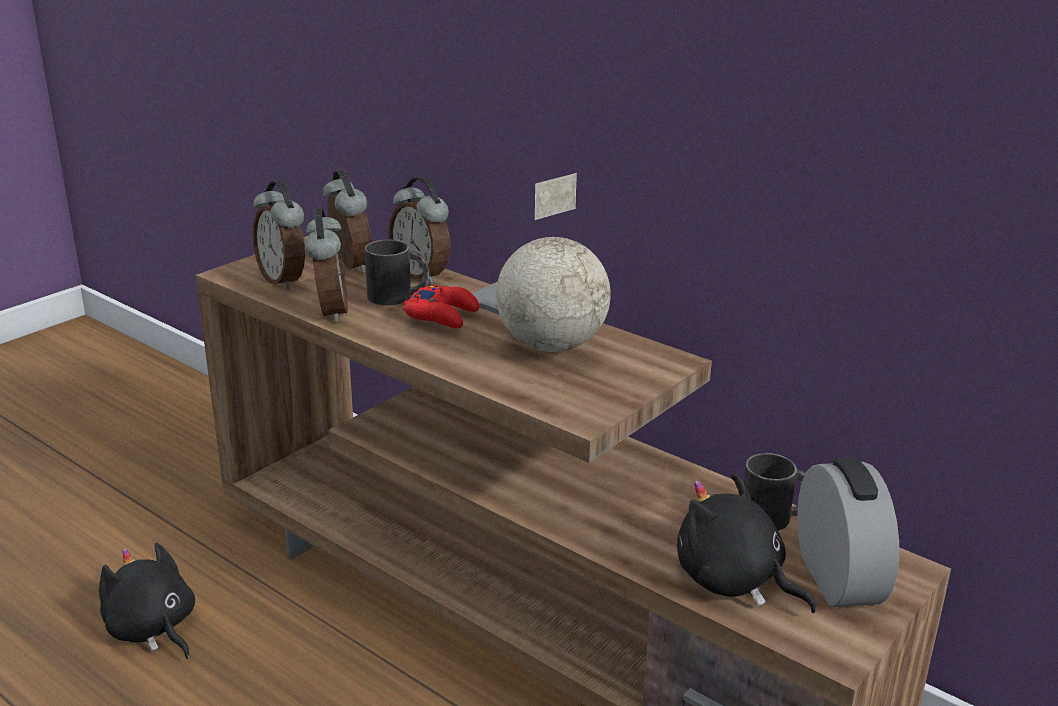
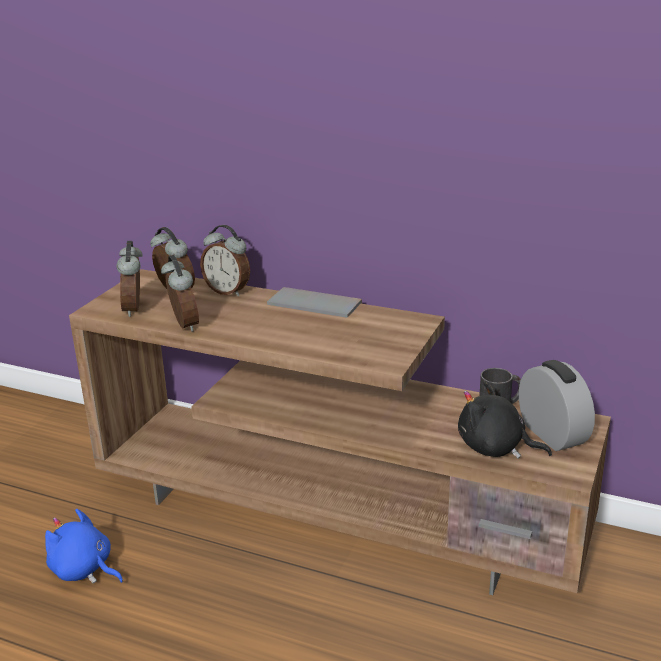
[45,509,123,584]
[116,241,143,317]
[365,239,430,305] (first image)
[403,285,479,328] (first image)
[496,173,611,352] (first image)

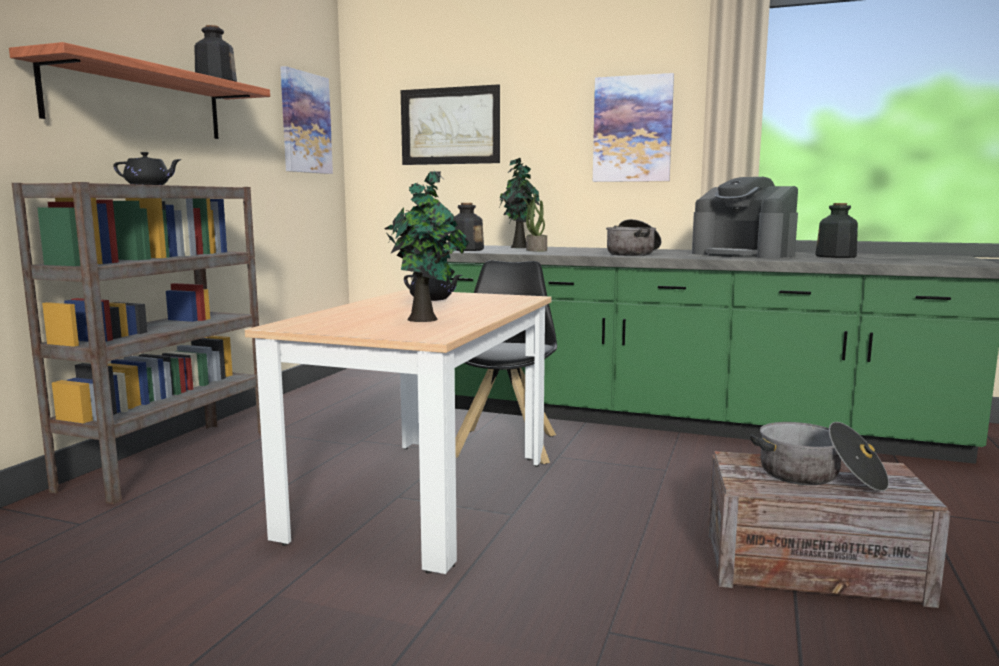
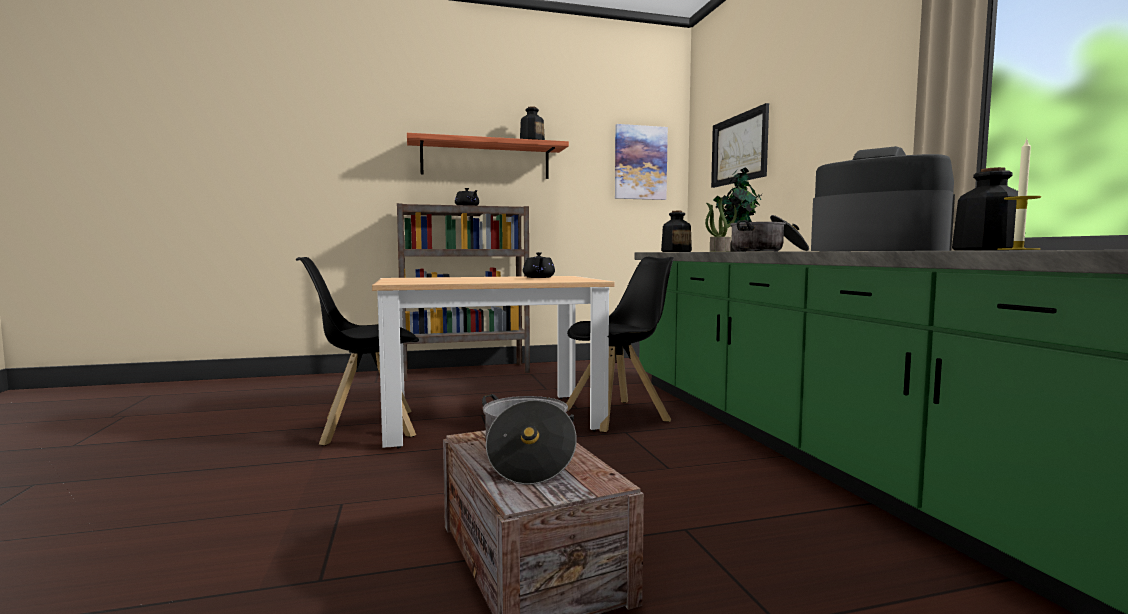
[384,170,469,322] (first image)
[593,73,674,182] (first image)
[811,146,955,251]
[296,257,419,446]
[997,140,1041,250]

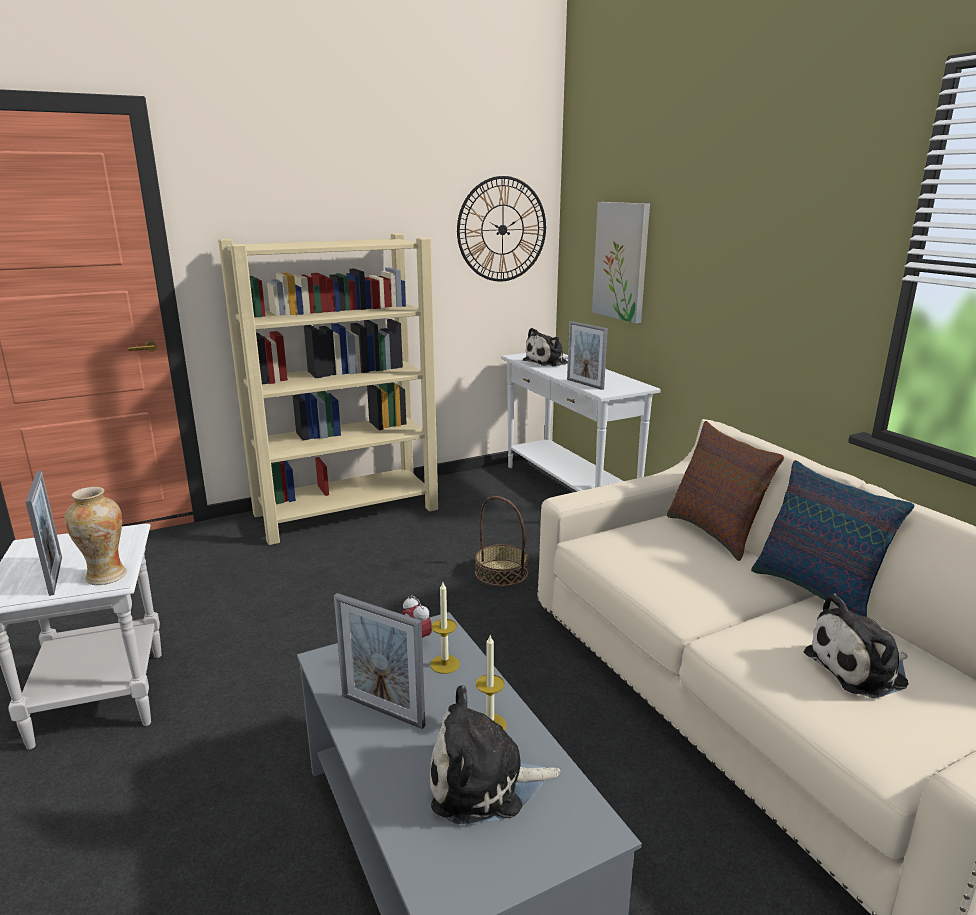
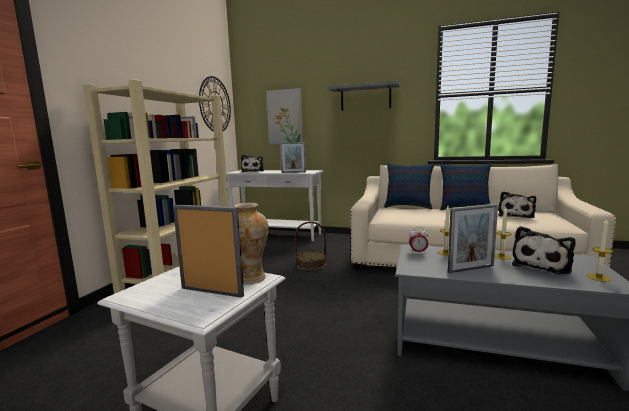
[384,163,434,209]
[328,80,400,111]
[587,219,613,282]

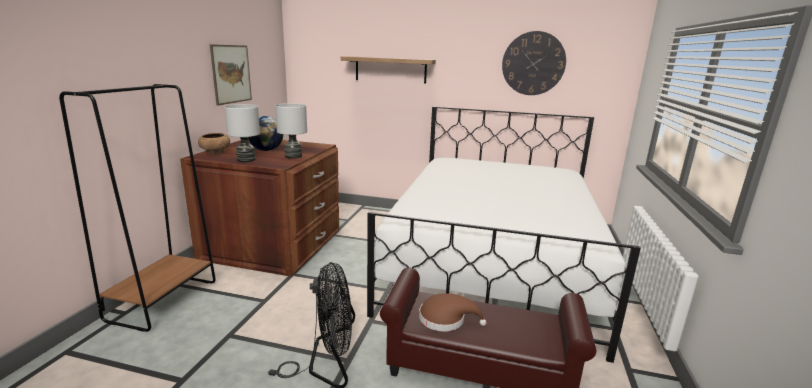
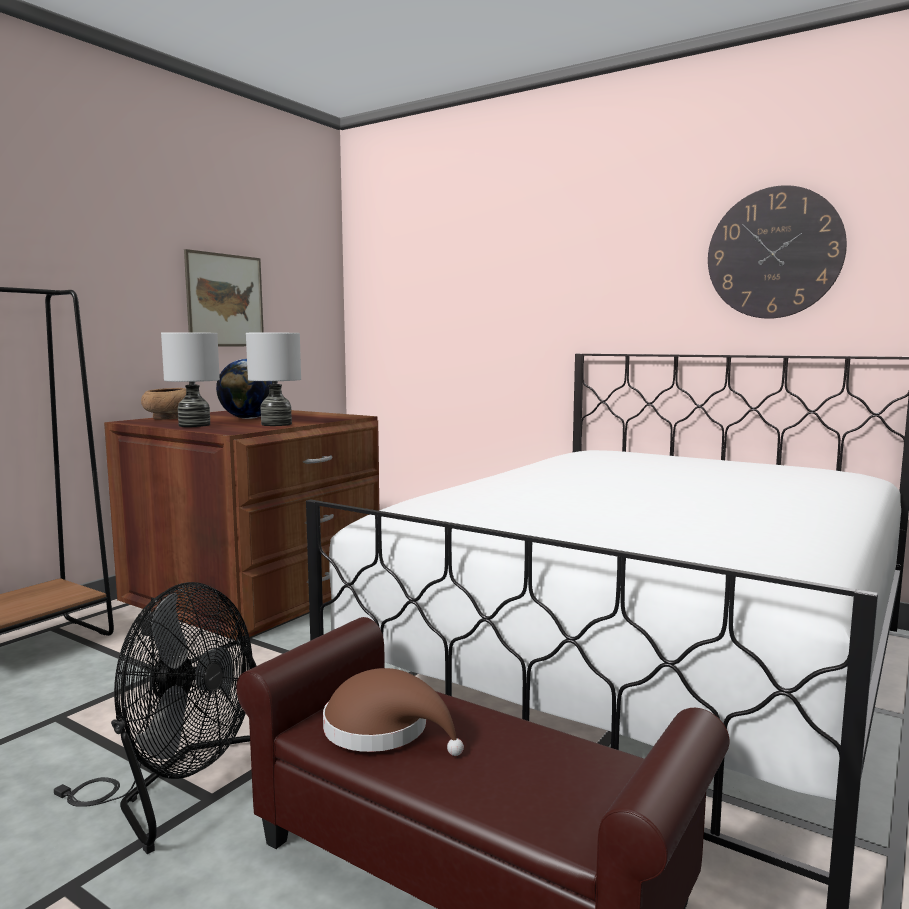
[341,56,436,84] (first image)

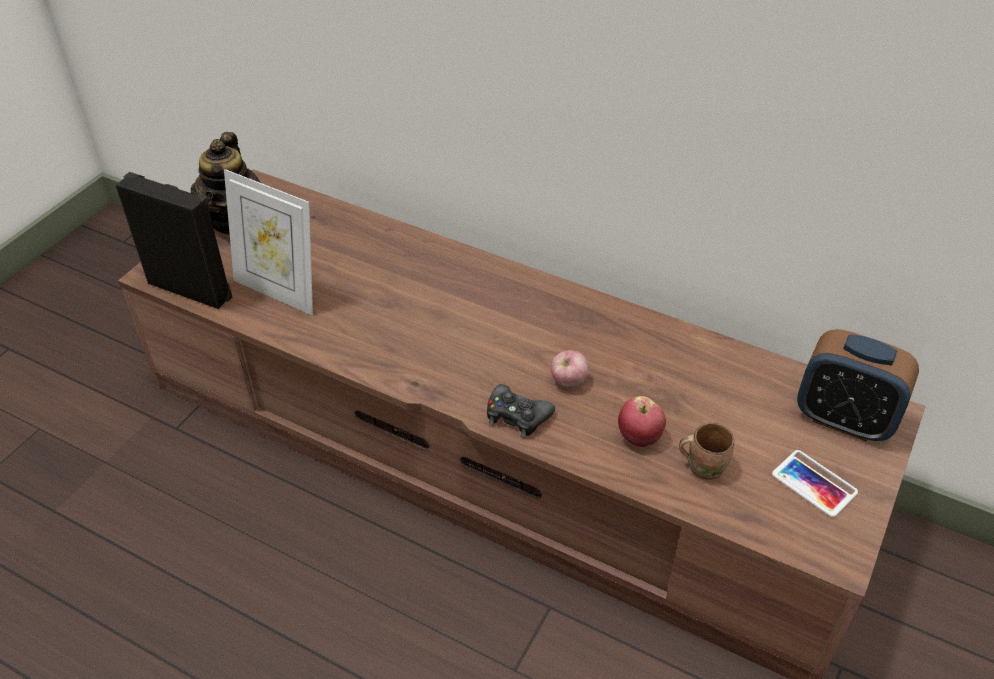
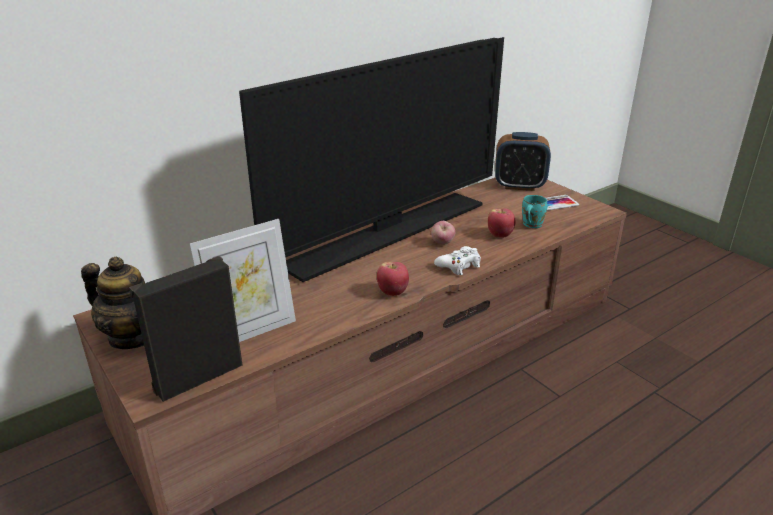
[434,246,481,275]
[522,195,547,228]
[495,132,551,191]
[239,37,504,282]
[377,262,409,296]

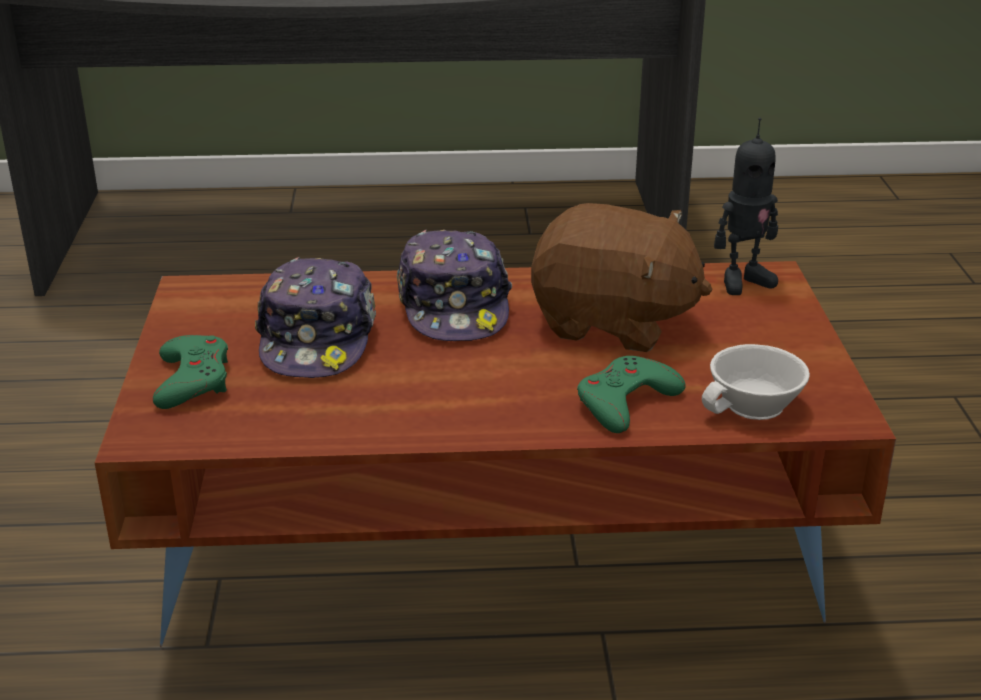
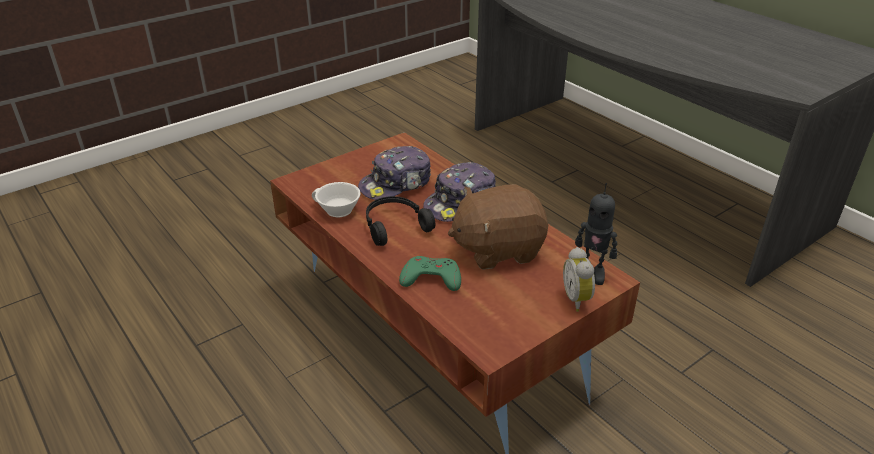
[153,335,228,409] (first image)
[448,184,548,270]
[312,182,360,217]
[366,196,435,246]
[563,247,595,312]

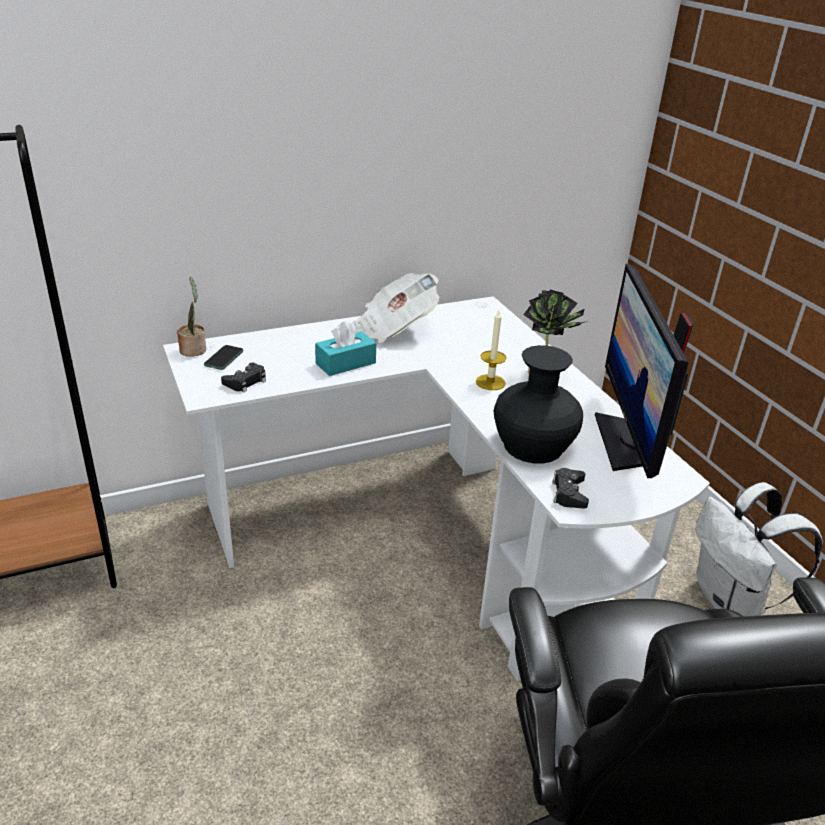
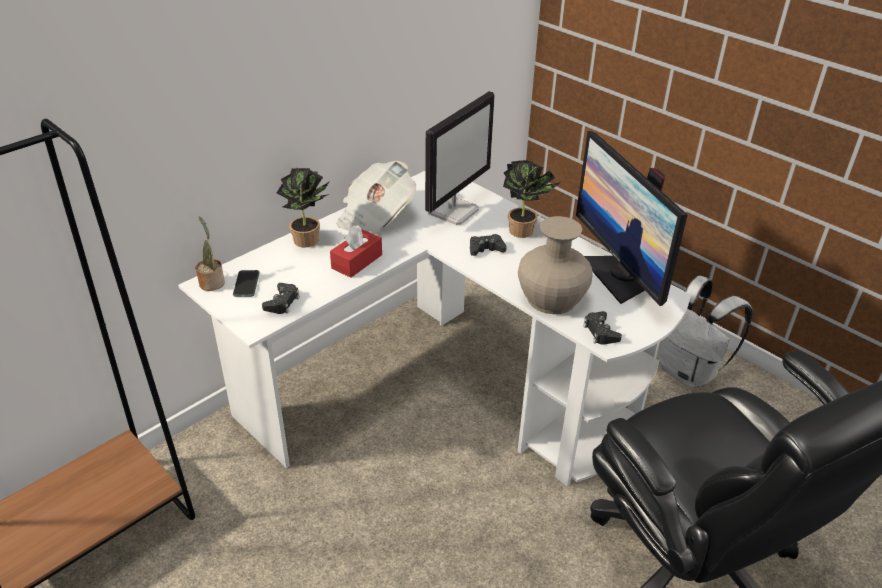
[330,225,382,278]
[470,234,507,256]
[518,216,593,314]
[277,168,329,247]
[425,91,495,225]

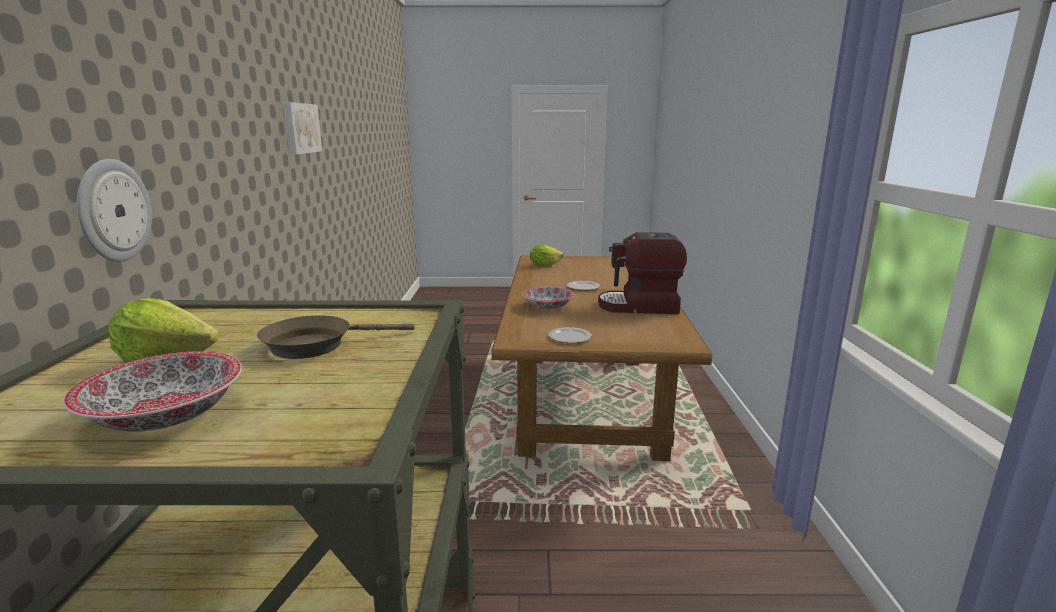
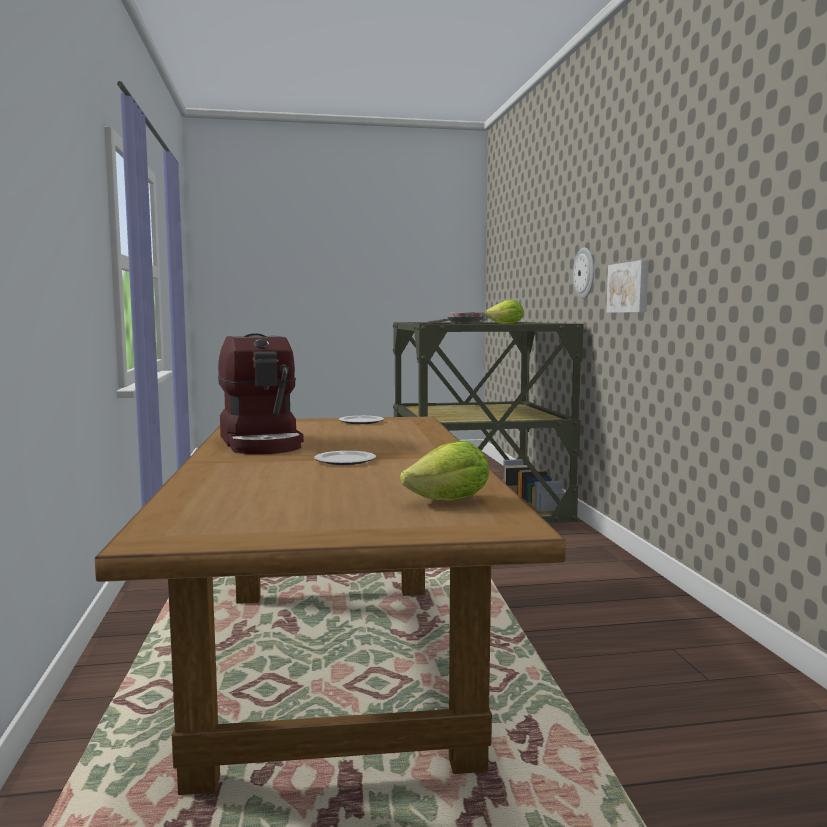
[606,260,649,313]
[522,287,574,309] (first image)
[218,333,304,454]

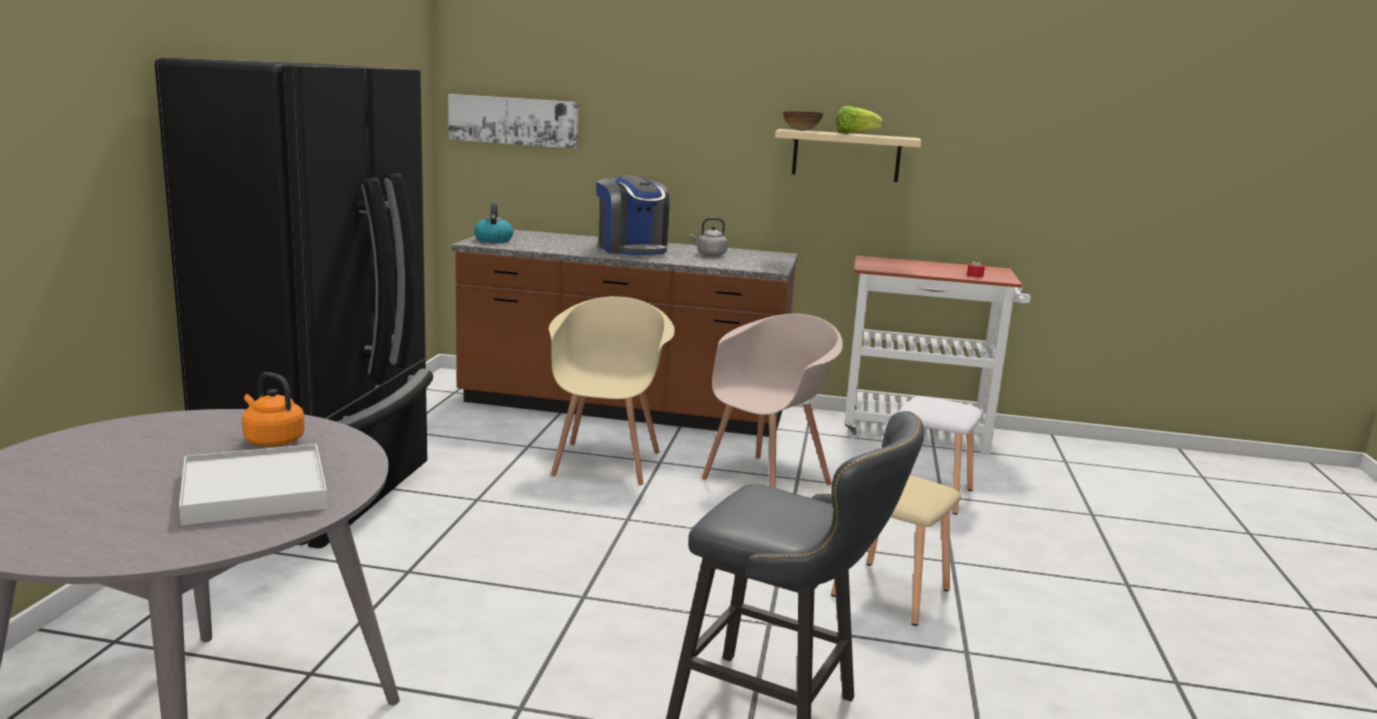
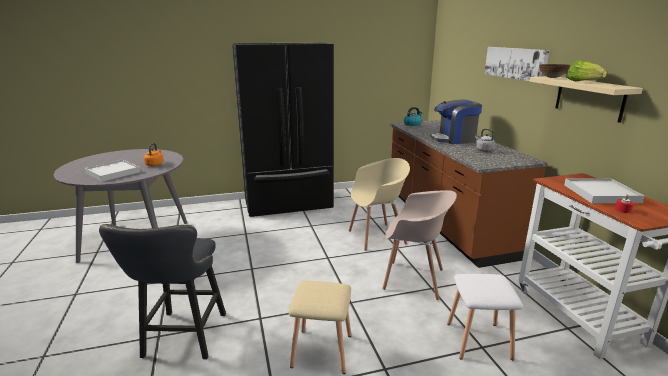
[484,47,549,81]
[430,99,482,144]
[564,178,645,203]

